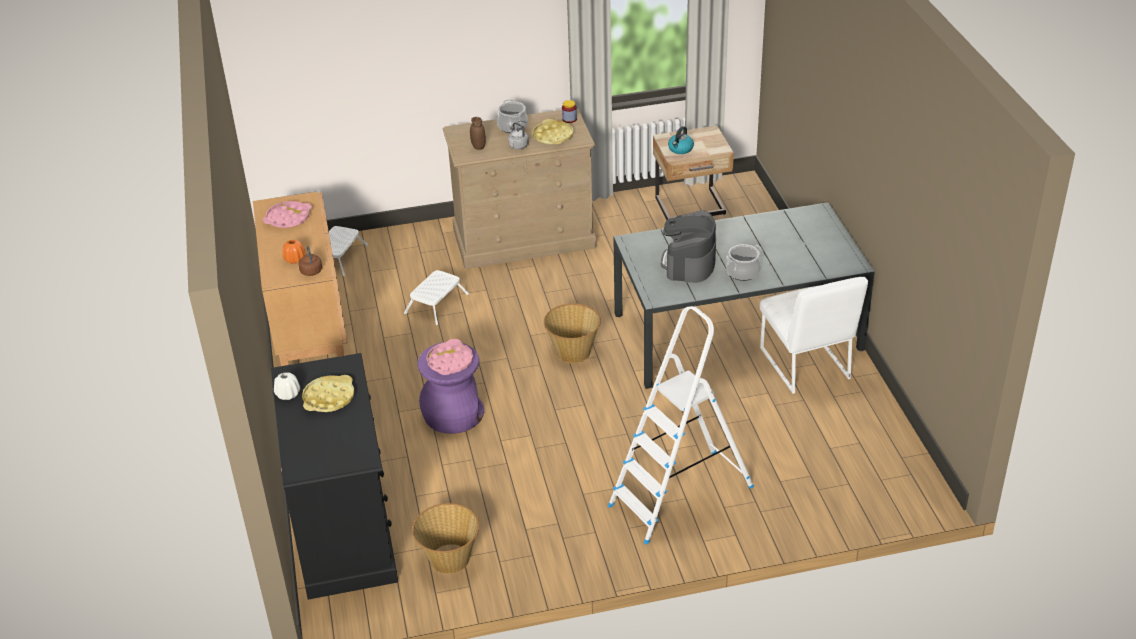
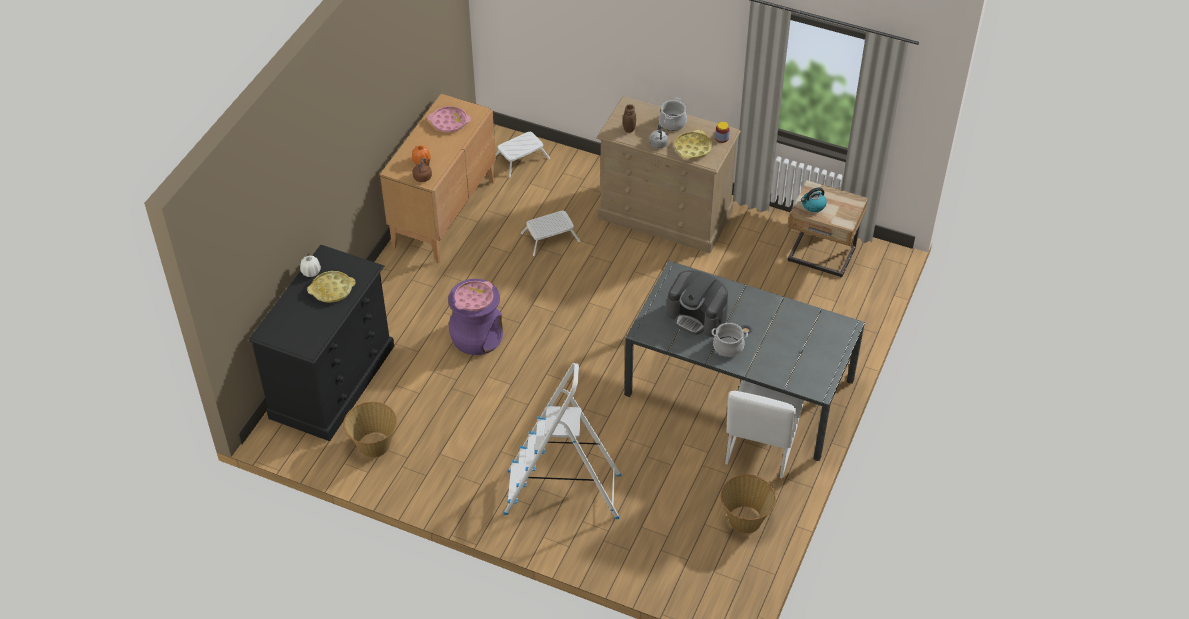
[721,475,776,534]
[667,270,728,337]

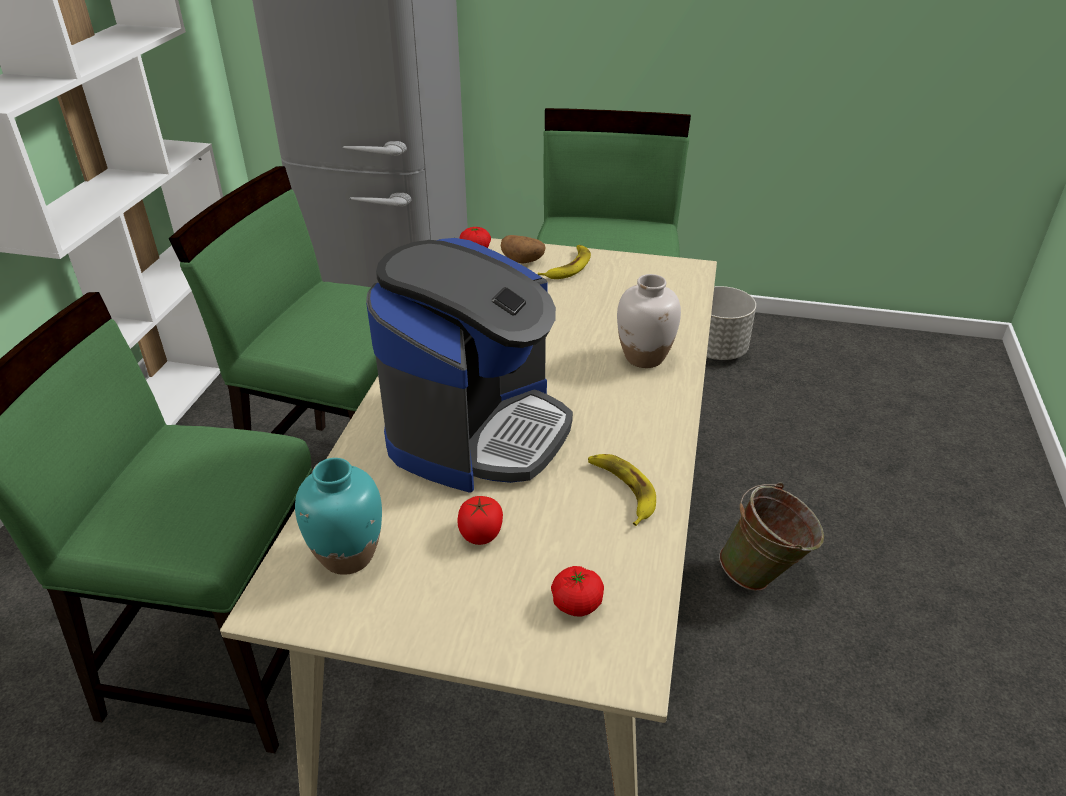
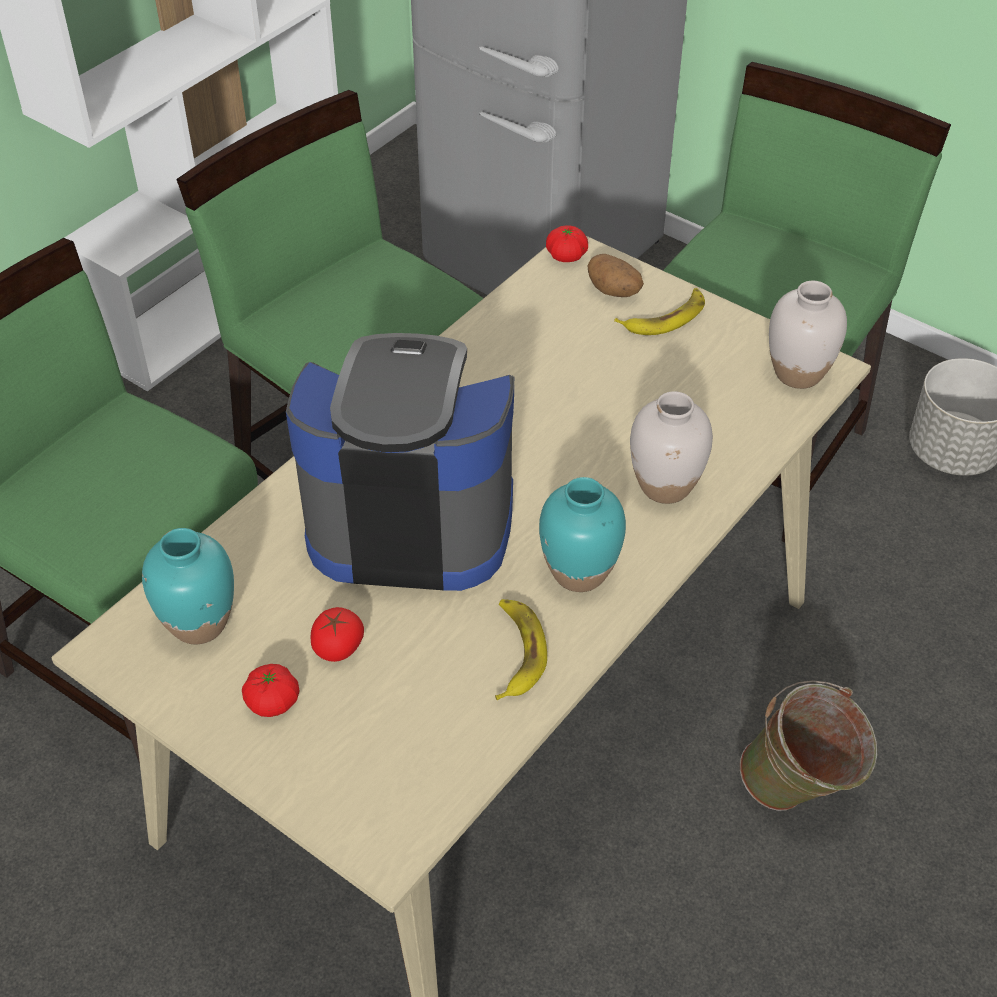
[286,333,514,591]
[242,664,300,717]
[539,477,626,592]
[769,281,847,389]

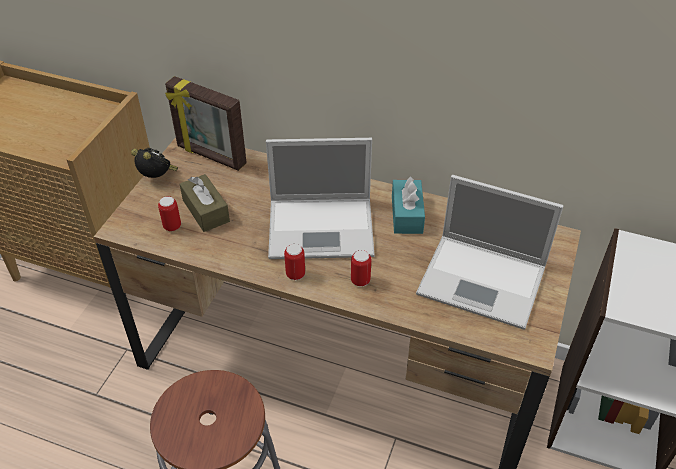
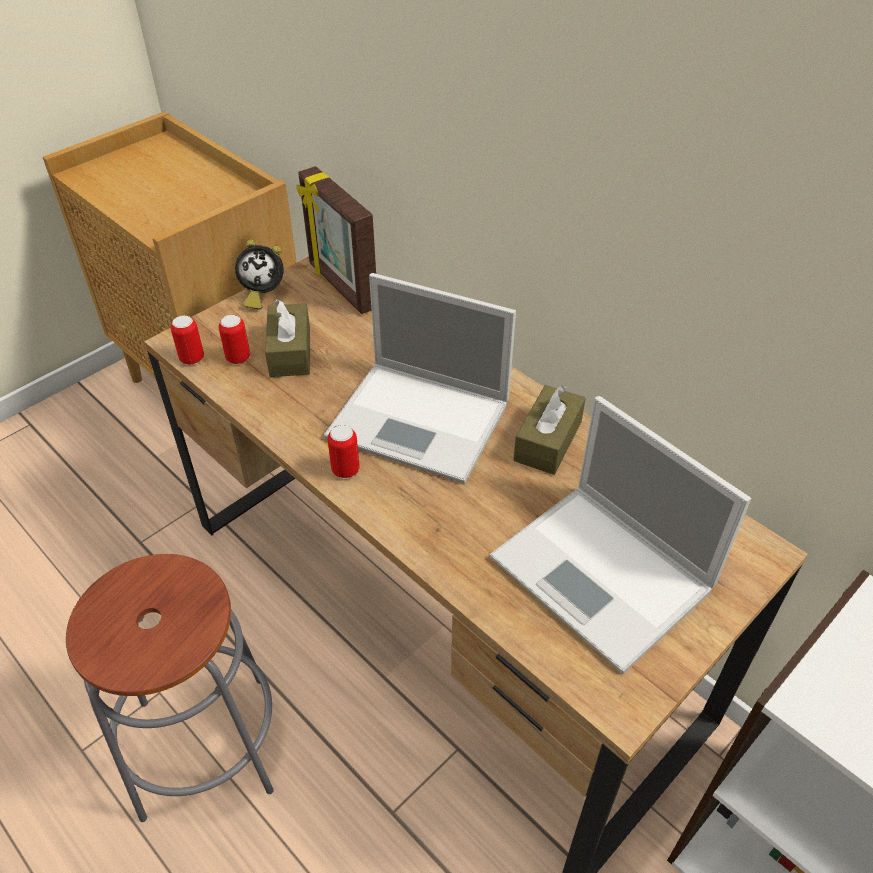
[235,239,284,309]
[171,316,204,365]
[513,385,586,475]

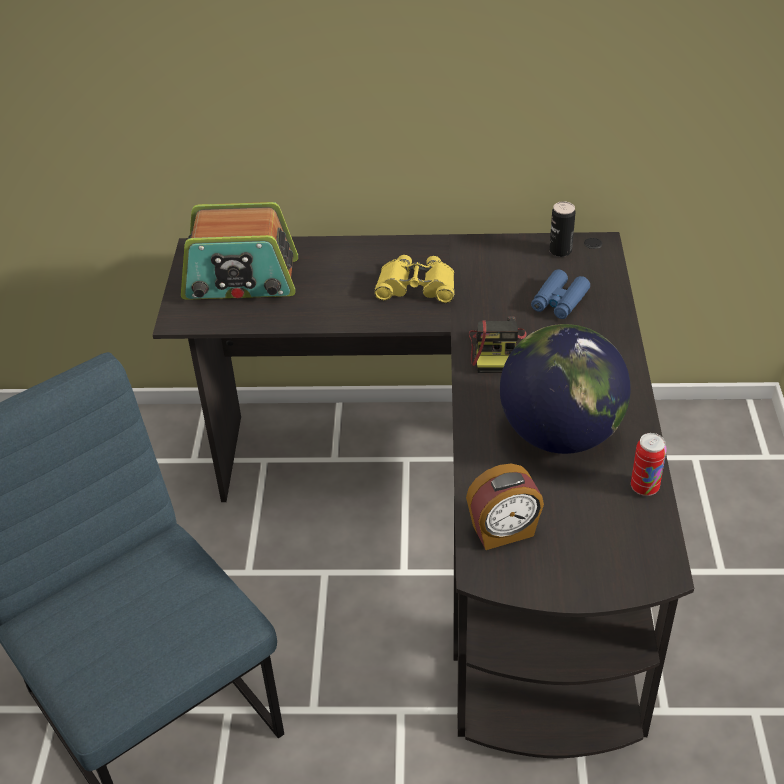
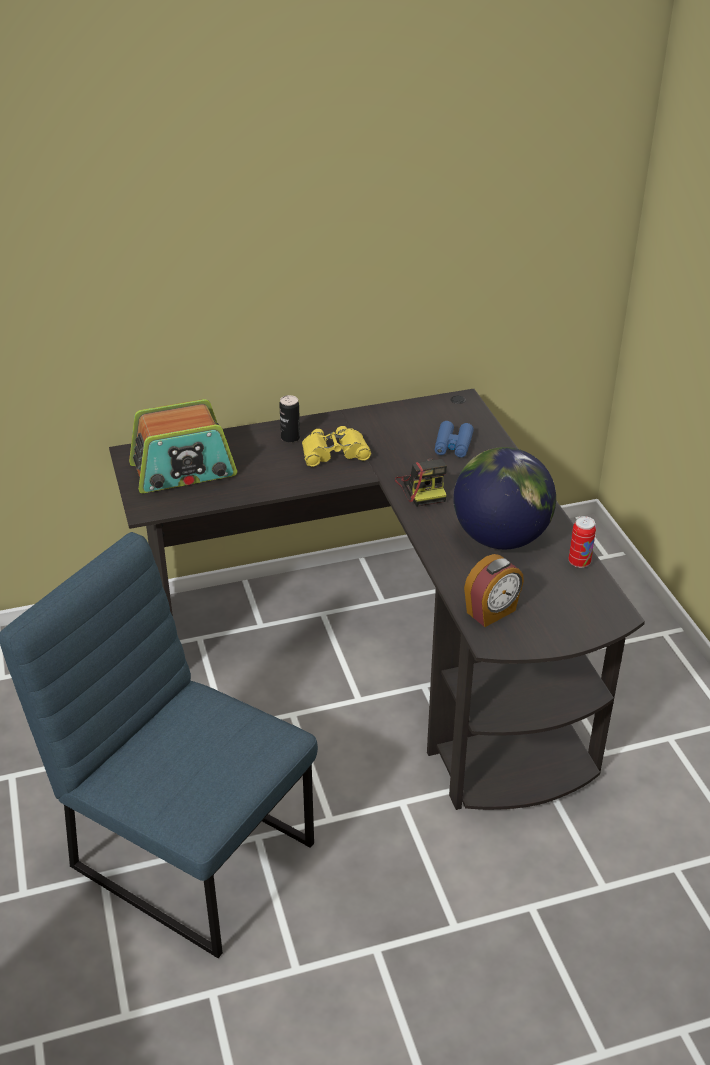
[279,395,300,443]

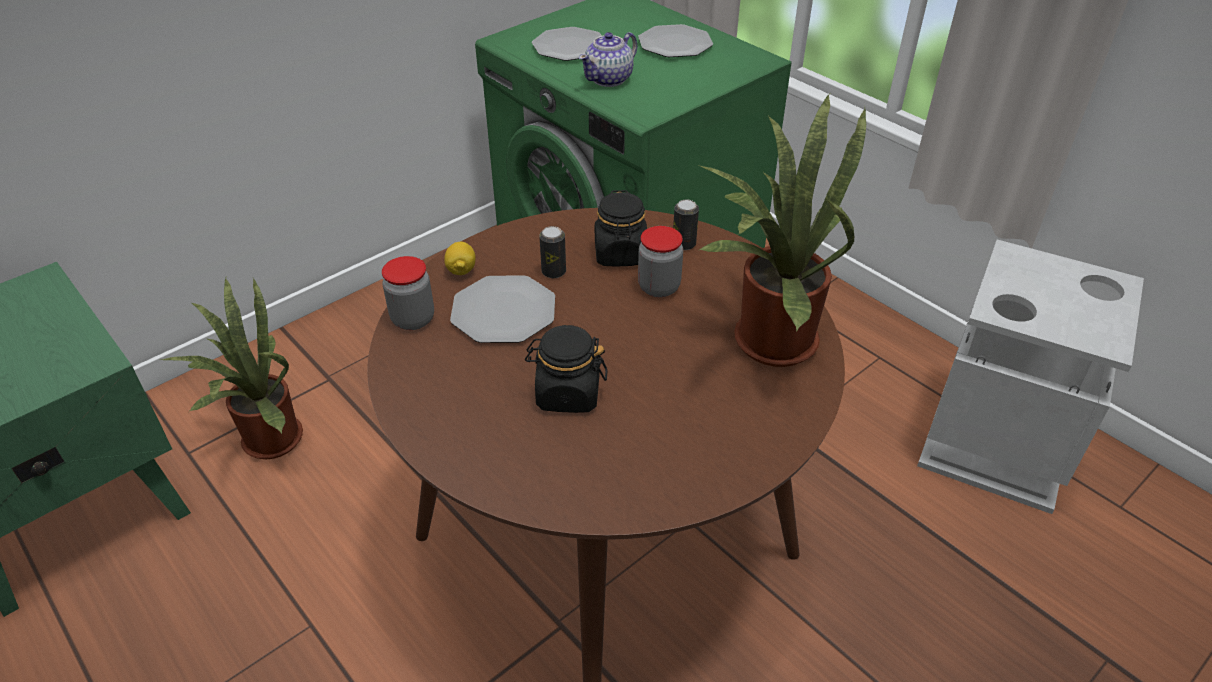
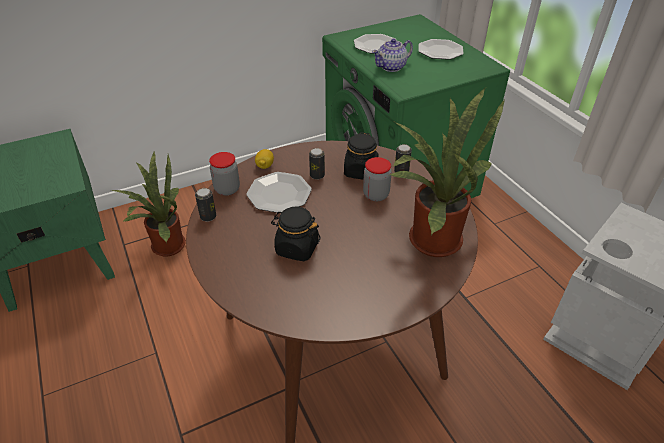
[195,188,216,222]

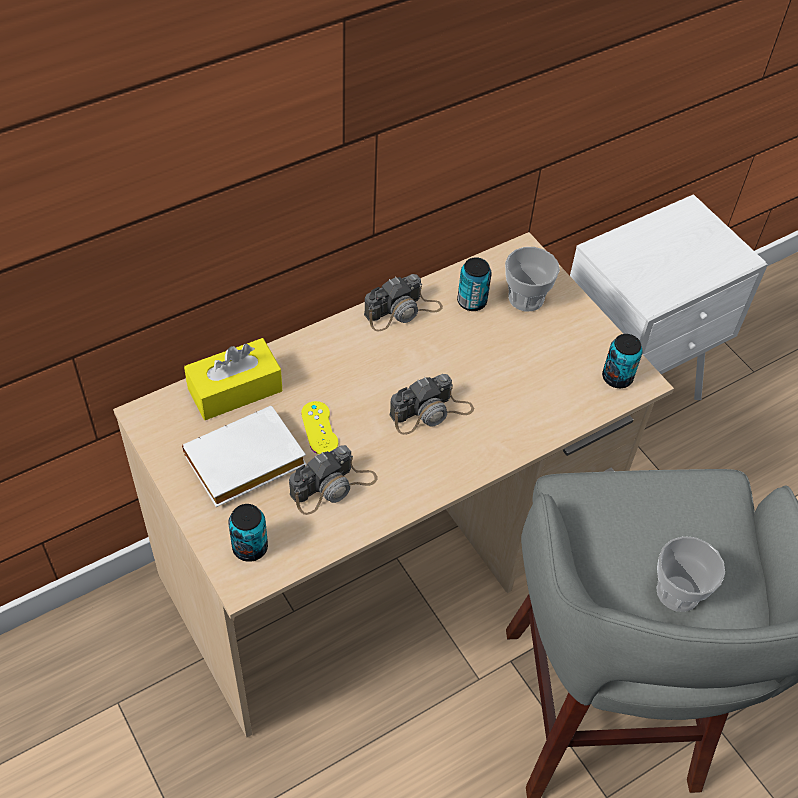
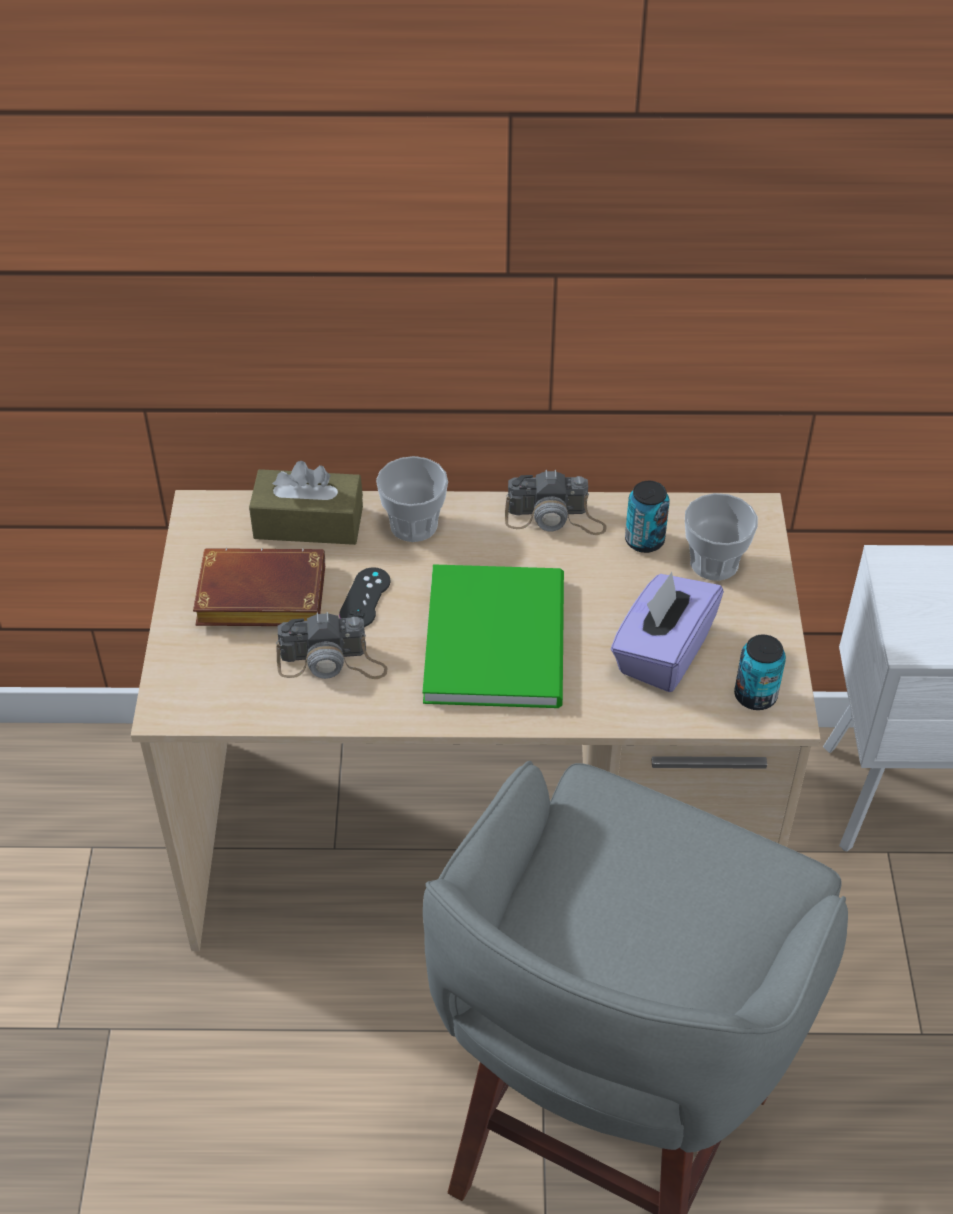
[193,548,325,626]
[249,461,363,545]
[228,504,268,562] (first image)
[339,567,391,627]
[422,564,564,708]
[376,456,448,542]
[611,572,724,692]

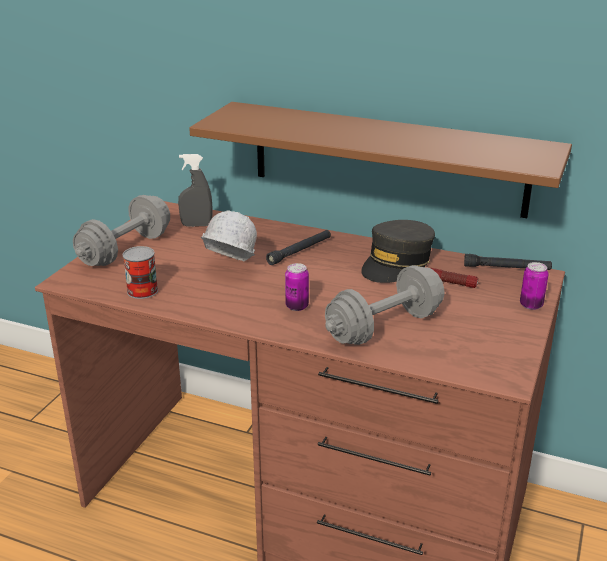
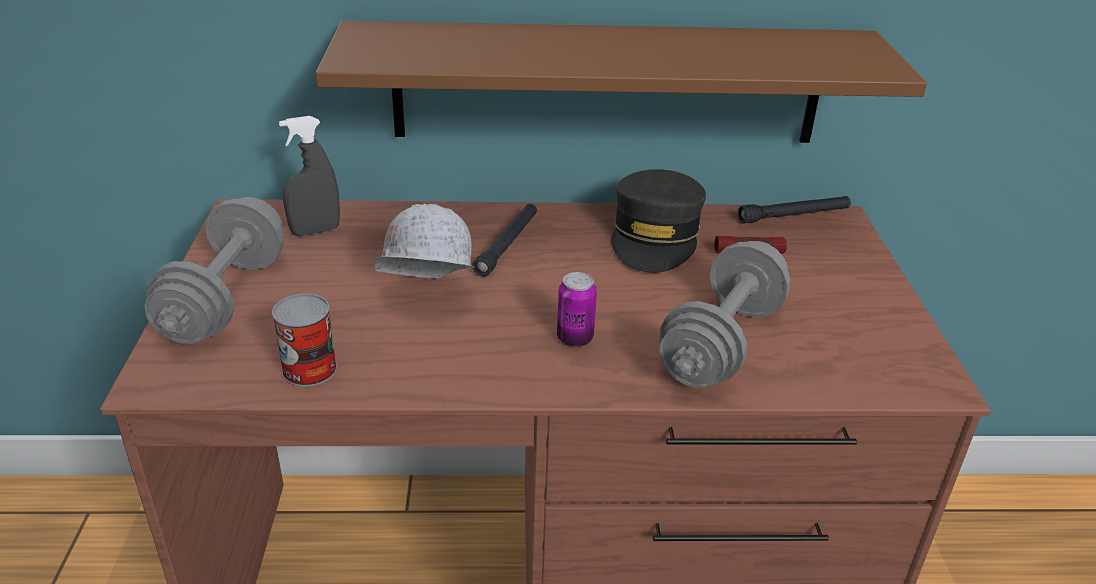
[520,262,549,310] (first image)

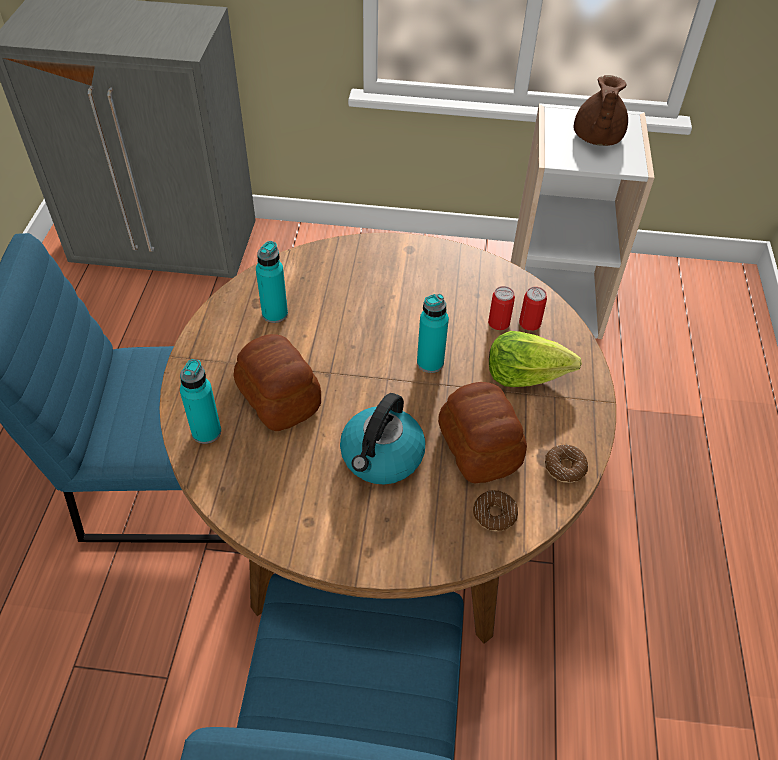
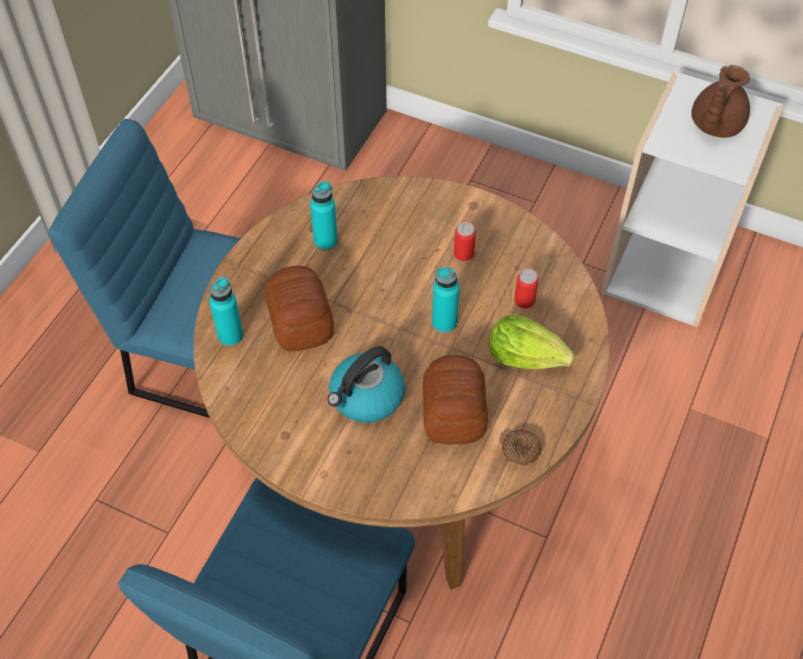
[473,490,518,531] (first image)
[454,222,476,261]

